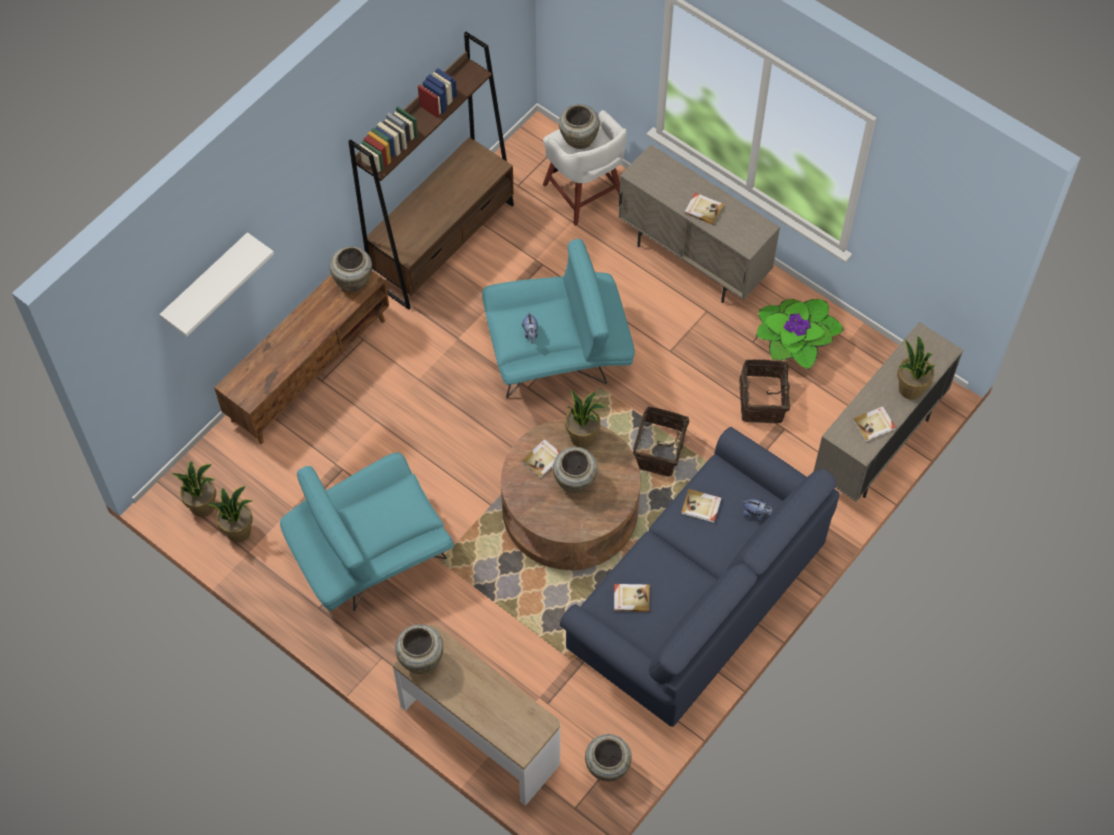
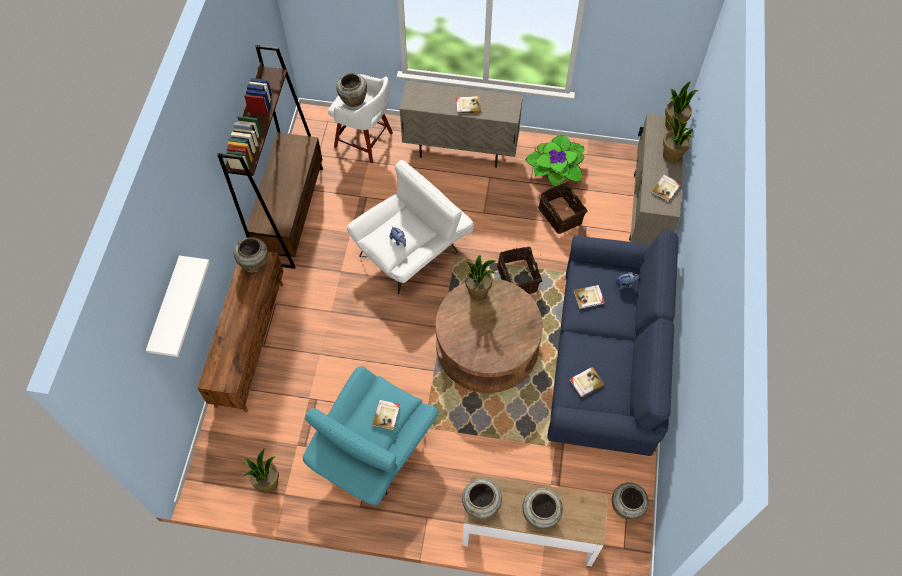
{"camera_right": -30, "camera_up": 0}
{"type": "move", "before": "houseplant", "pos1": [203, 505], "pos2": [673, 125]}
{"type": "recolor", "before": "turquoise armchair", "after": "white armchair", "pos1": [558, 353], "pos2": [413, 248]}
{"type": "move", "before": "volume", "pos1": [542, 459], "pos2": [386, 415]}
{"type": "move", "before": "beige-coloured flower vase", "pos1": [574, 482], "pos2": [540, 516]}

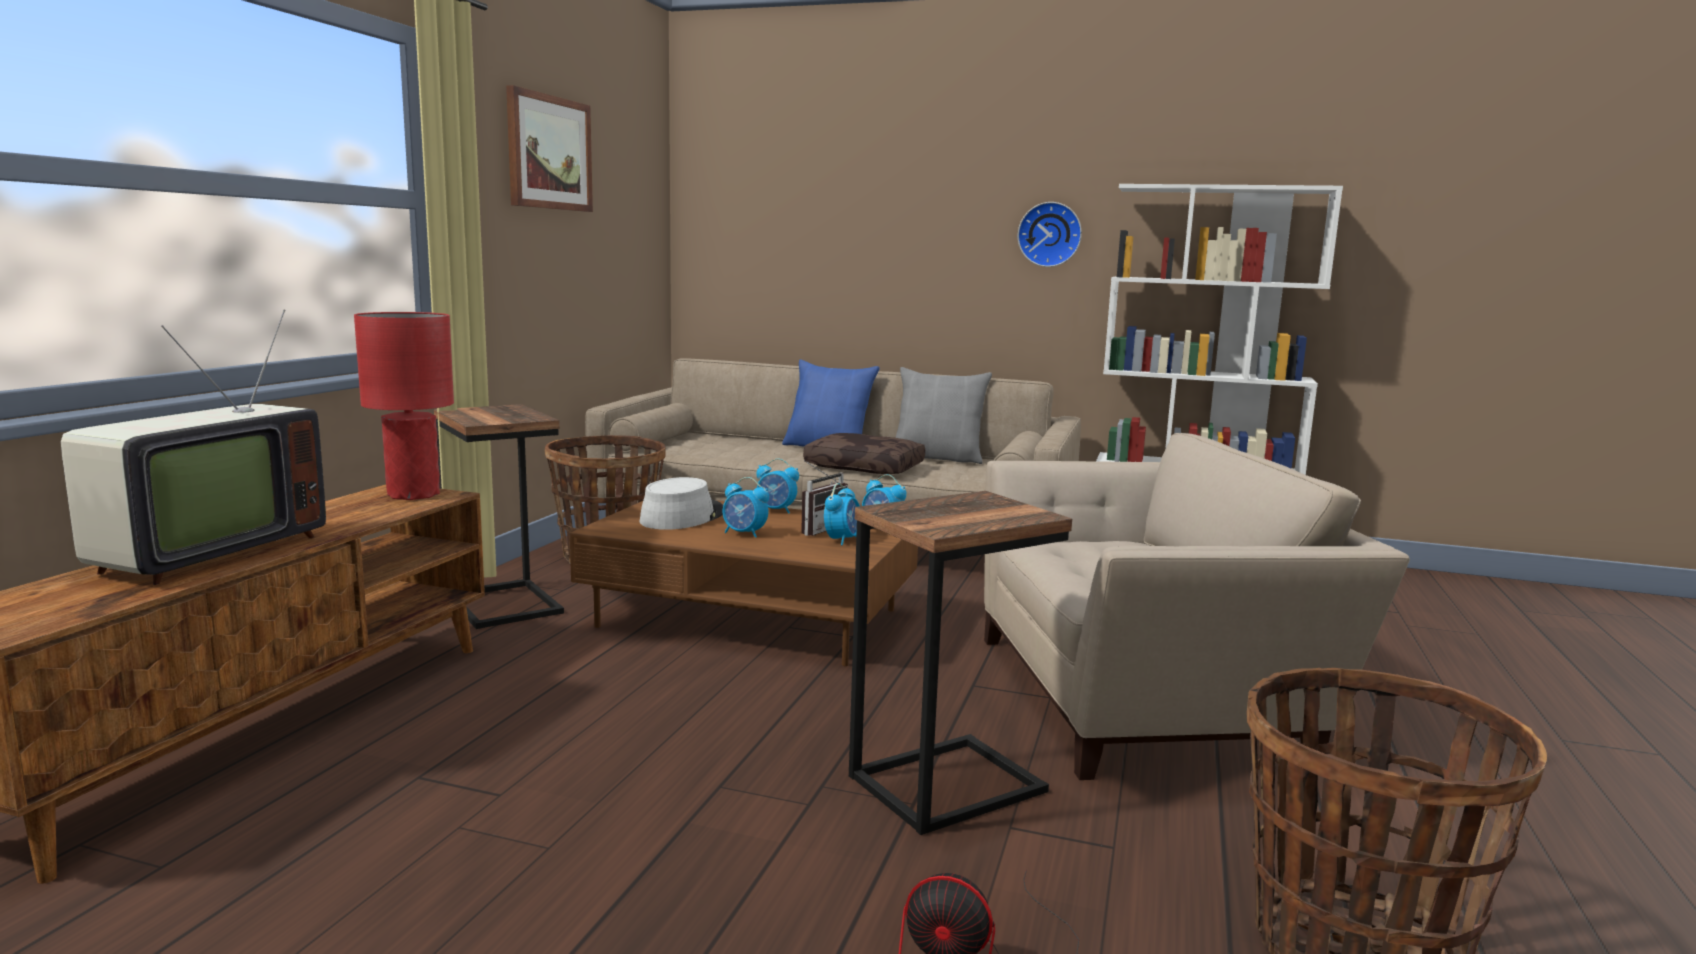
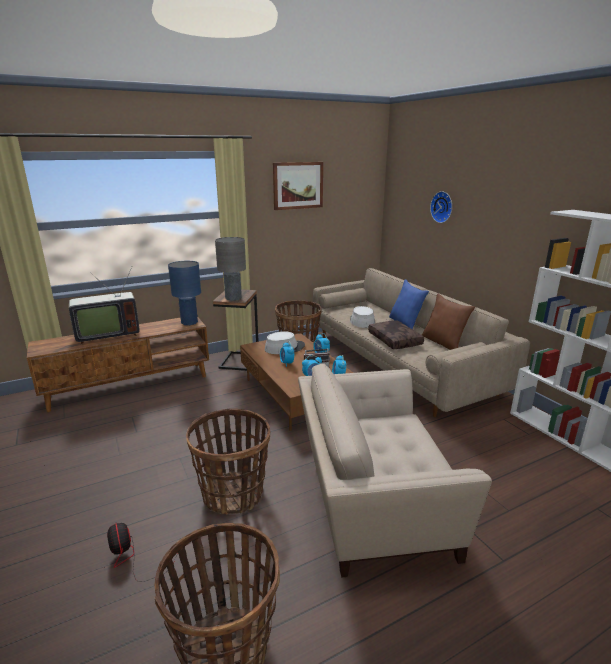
{"camera_right": 45, "camera_up": 10}
{"type": "recolor", "before": "red lamp for a table", "after": "blue-coloured lamp for a table", "pos1": [413, 495], "pos2": [189, 322]}
{"type": "replace", "before": "accent table", "after": "basket", "pos1": [944, 783], "pos2": [233, 494]}
{"type": "recolor", "before": "grey pillow", "after": "brownish pillow", "pos1": [938, 458], "pos2": [443, 342]}
{"type": "rotate", "before": "beige-coloured armchair", "pos1": [1144, 697], "pos2": [371, 503], "turn": 135}
{"type": "move", "before": "hanging clock", "pos1": [1050, 234], "pos2": [443, 207]}
{"type": "insert", "after": "grey lamp for a table", "pos2": [233, 298]}
{"type": "insert", "after": "grey hat", "pos2": [361, 321]}

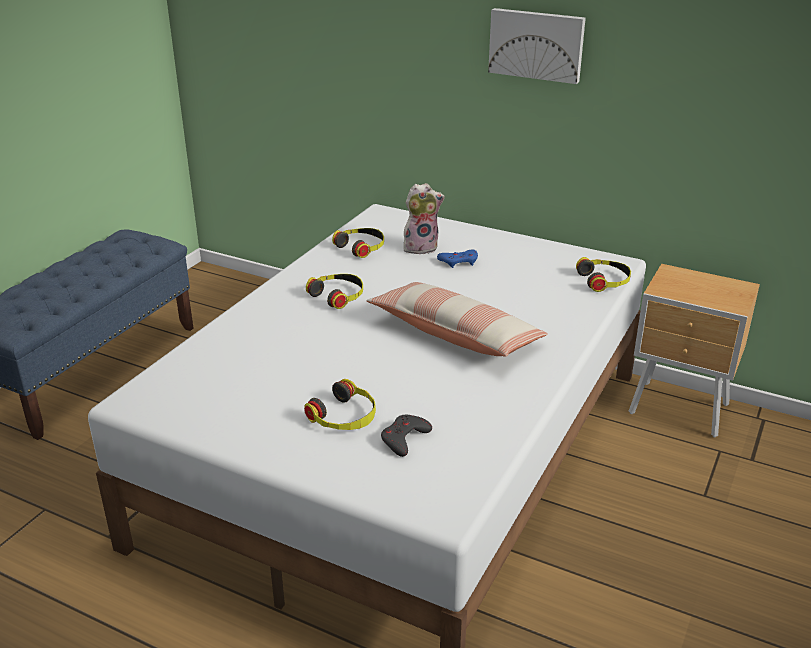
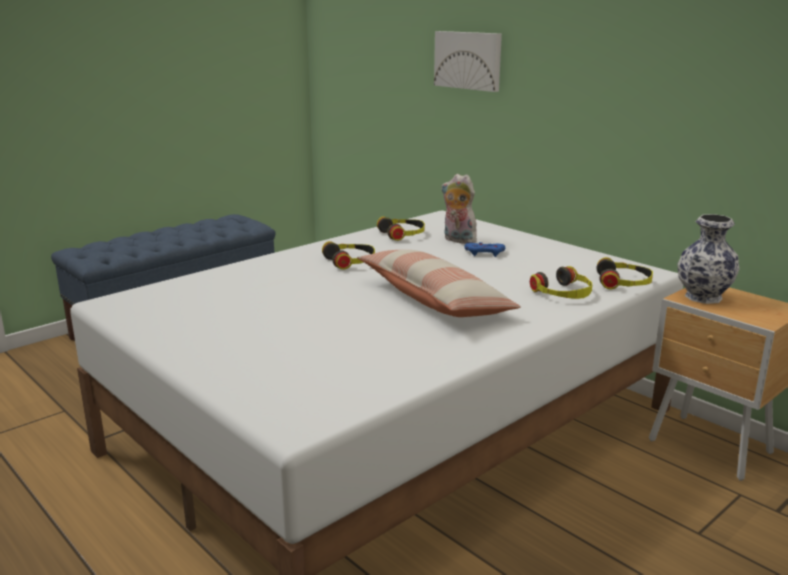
{"camera_right": 20, "camera_up": -10}
{"type": "move", "before": "headset", "pos1": [344, 416], "pos2": [563, 293]}
{"type": "delete", "before": "grey joypad", "pos1": [404, 438]}
{"type": "rotate", "before": "soft toy", "pos1": [421, 247], "pos2": [457, 240], "turn": -150}
{"type": "move", "before": "picture", "pos1": [536, 44], "pos2": [469, 60]}
{"type": "insert", "after": "flower vase", "pos2": [703, 297]}

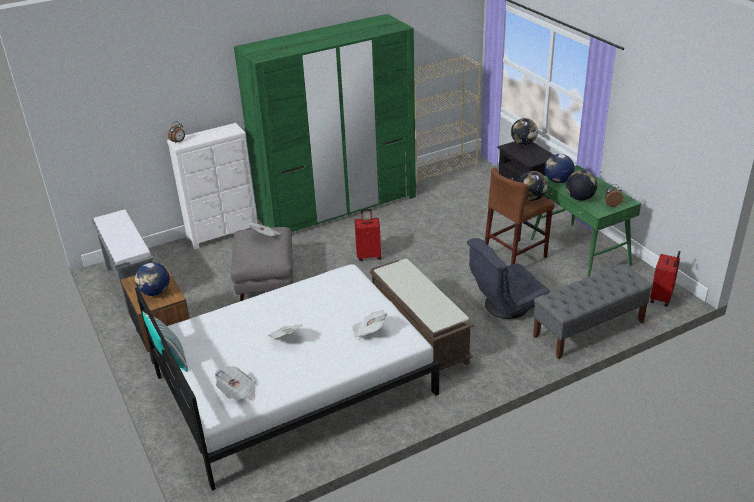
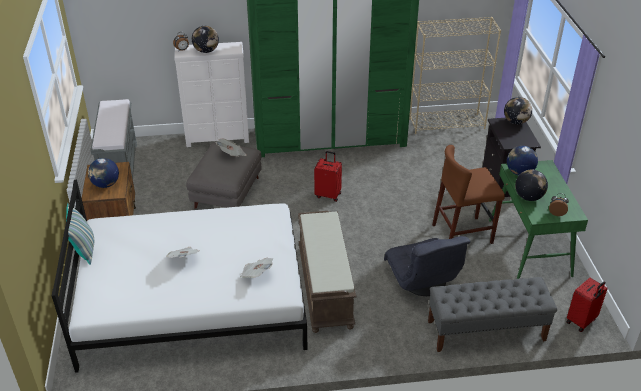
{"camera_right": 20, "camera_up": 5}
{"type": "delete", "before": "newspaper", "pos1": [238, 392]}
{"type": "rotate", "before": "grey armchair", "pos1": [506, 305], "pos2": [422, 281], "turn": -105}
{"type": "move", "before": "world globe", "pos1": [531, 198], "pos2": [206, 51]}

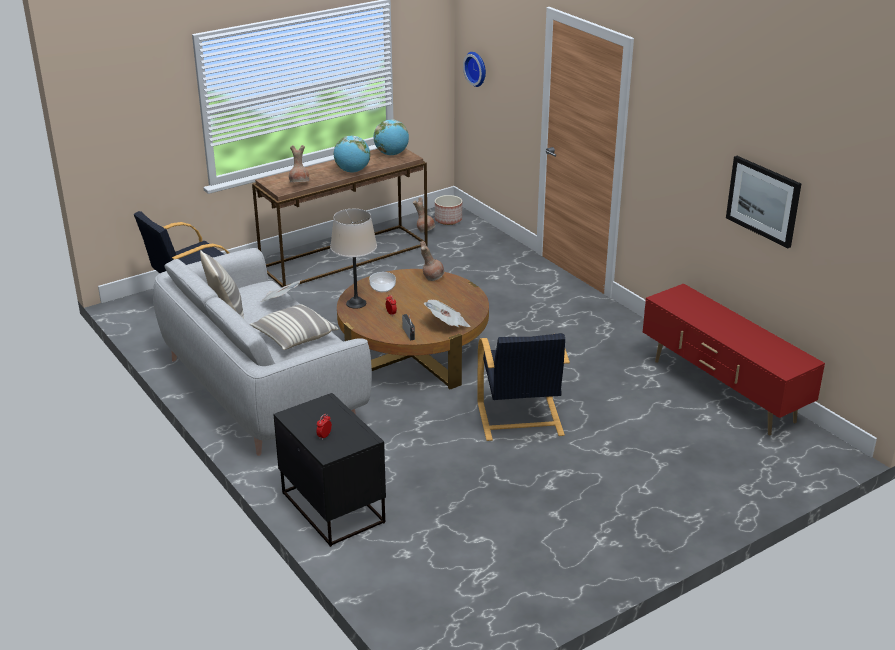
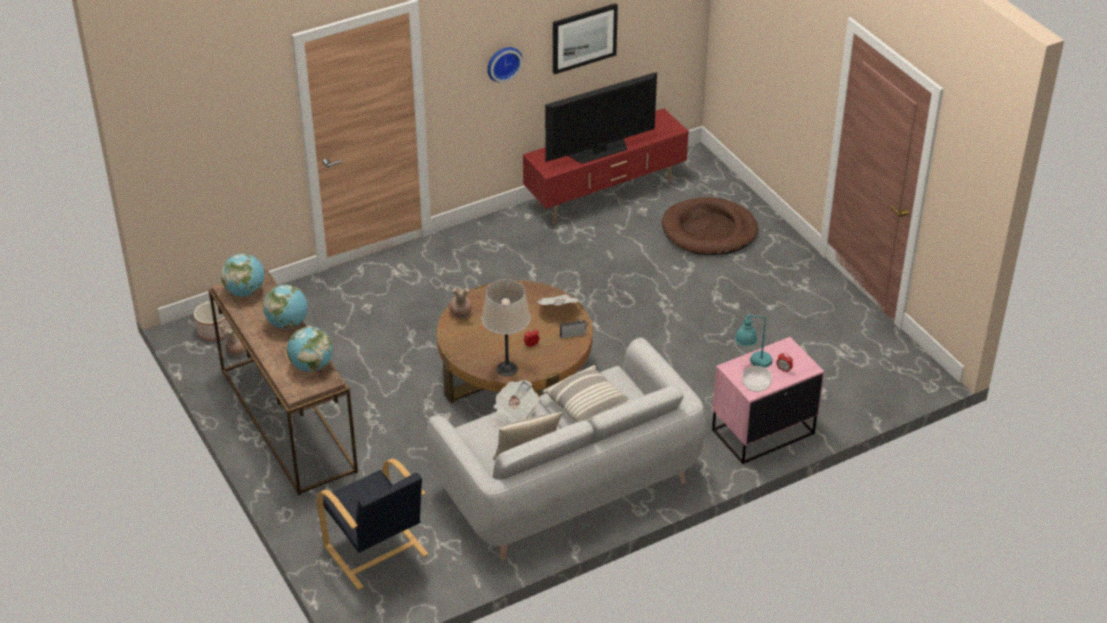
{"camera_right": -85, "camera_up": 10}
{"type": "recolor", "before": "blackish night table", "after": "pink night table", "pos1": [333, 507], "pos2": [762, 432]}
{"type": "replace", "before": "brownish flower vase", "after": "world globe", "pos1": [300, 183], "pos2": [311, 366]}
{"type": "move", "before": "serving bowl", "pos1": [382, 287], "pos2": [756, 384]}
{"type": "move", "before": "hanging clock", "pos1": [477, 68], "pos2": [503, 63]}
{"type": "delete", "before": "blackish armchair", "pos1": [519, 420]}
{"type": "insert", "after": "TV", "pos2": [599, 151]}
{"type": "insert", "after": "brownish dog bed", "pos2": [709, 231]}
{"type": "insert", "after": "turquoise lamp for a table", "pos2": [752, 363]}

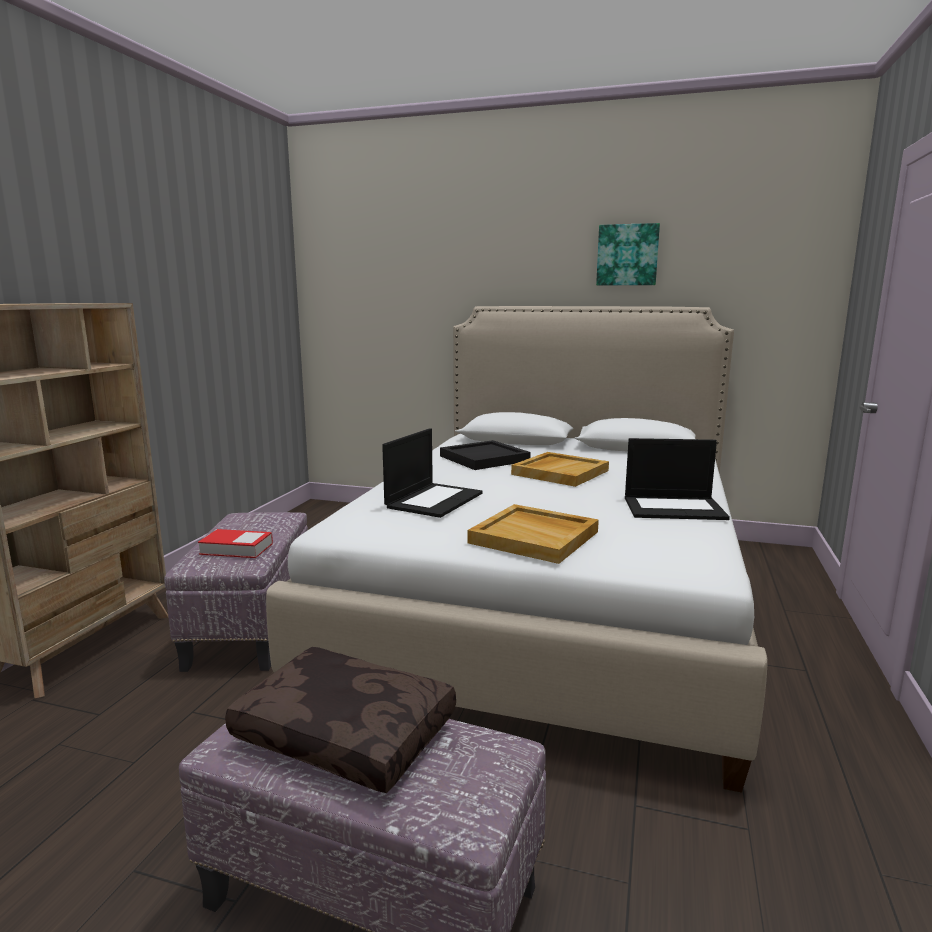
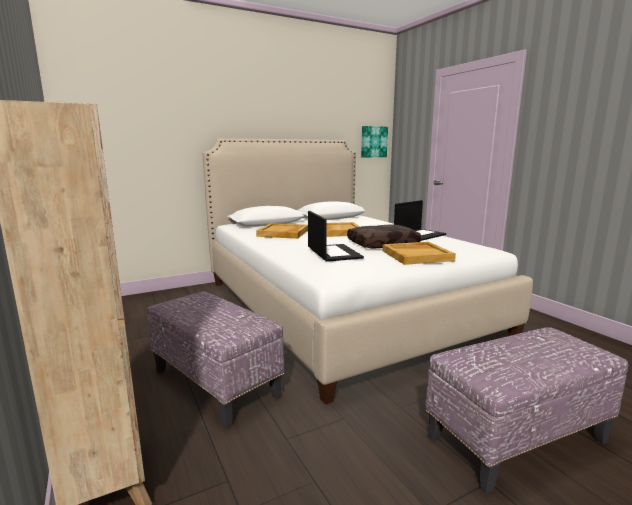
{"camera_right": -45, "camera_up": 0}
{"type": "delete", "before": "volume", "pos1": [236, 549]}
{"type": "move", "before": "brownish pillow", "pos1": [348, 732], "pos2": [382, 244]}
{"type": "recolor", "before": "blackish tray", "after": "beige-coloured tray", "pos1": [484, 459], "pos2": [283, 233]}
{"type": "move", "before": "picture", "pos1": [627, 255], "pos2": [373, 142]}

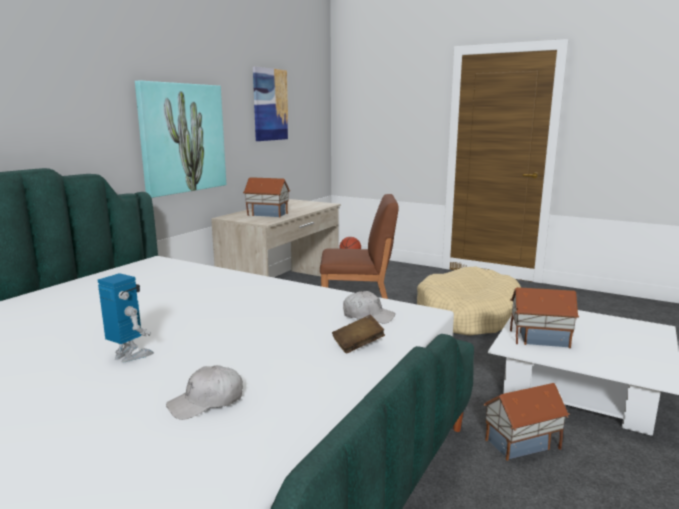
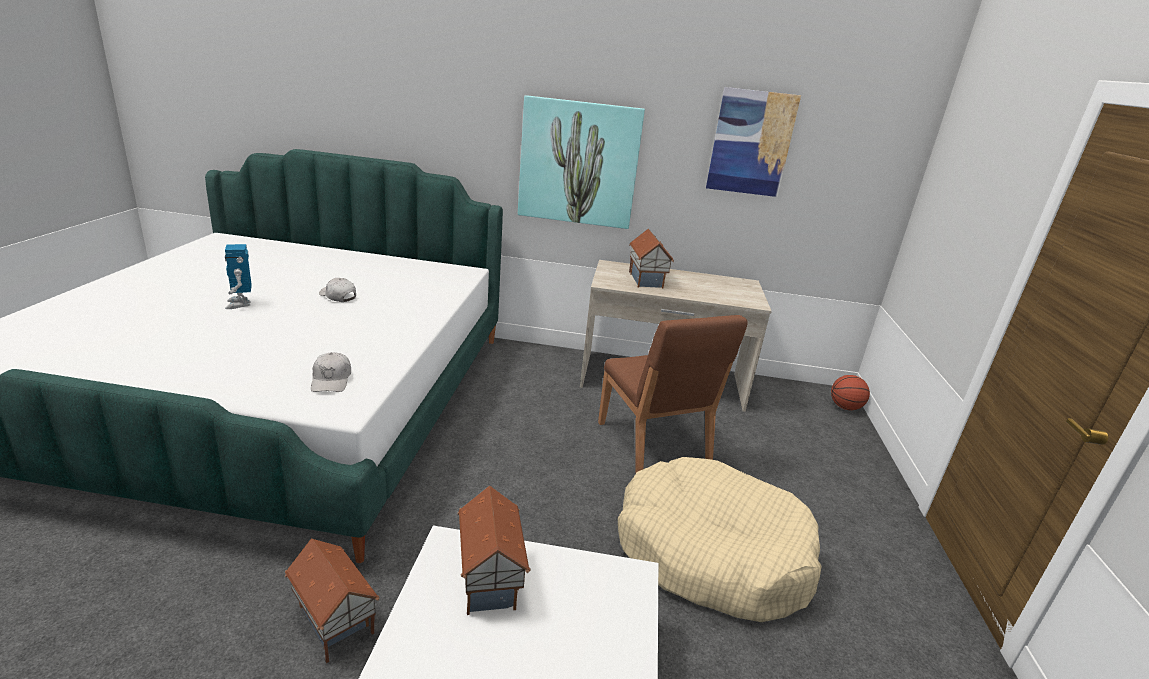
{"camera_right": 65, "camera_up": 10}
{"type": "rotate", "before": "robot figure", "pos1": [129, 356], "pos2": [240, 304], "turn": 150}
{"type": "move", "before": "white cap", "pos1": [207, 402], "pos2": [338, 296]}
{"type": "delete", "before": "brownish volume", "pos1": [358, 345]}

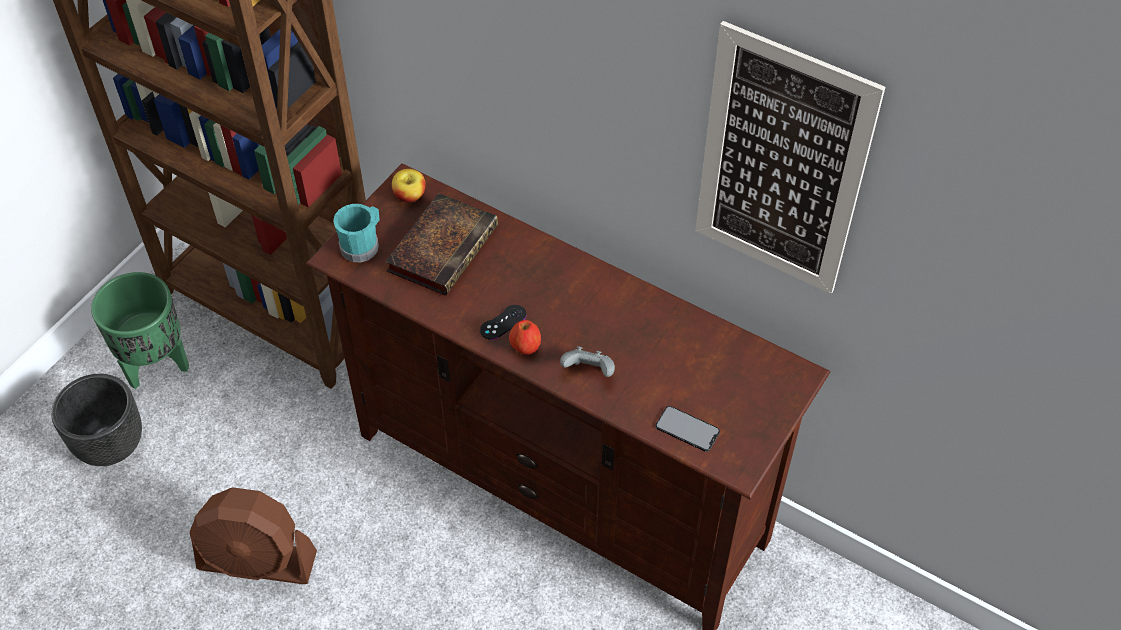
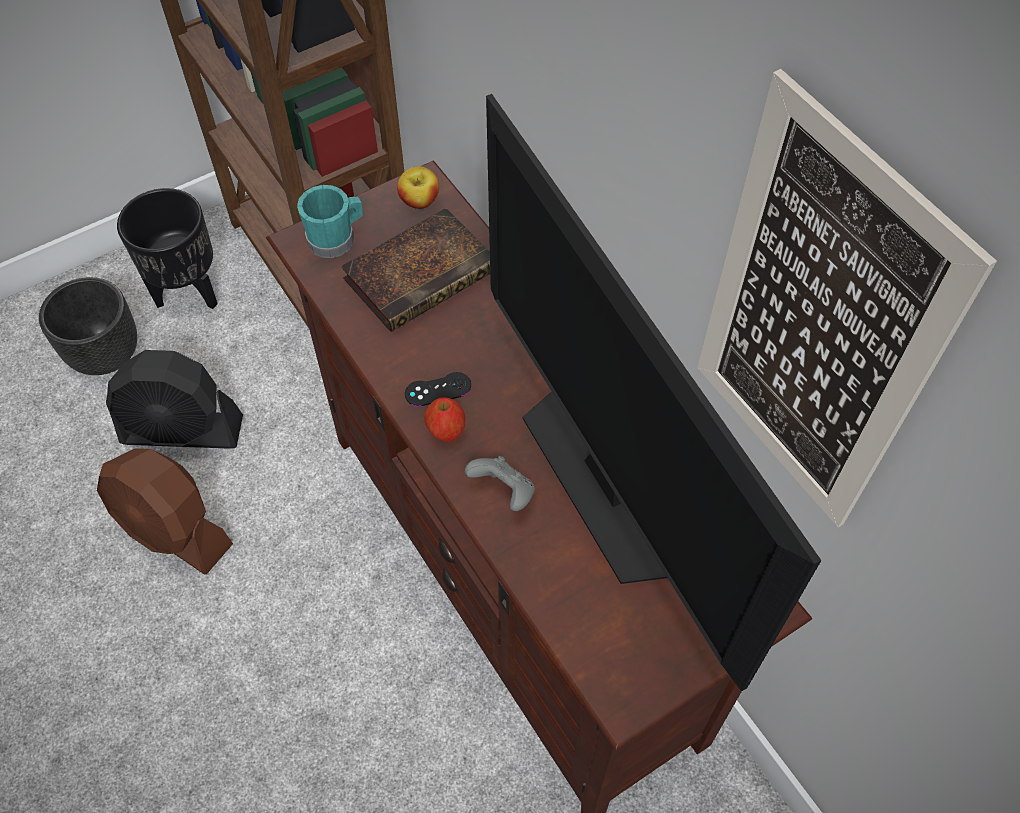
{"camera_right": 25, "camera_up": 5}
{"type": "recolor", "before": "green flower pot", "after": "blackish flower pot", "pos1": [157, 366], "pos2": [189, 293]}
{"type": "delete", "before": "phone", "pos1": [687, 429]}
{"type": "insert", "after": "blackish cooling fan", "pos2": [183, 430]}
{"type": "insert", "after": "TV", "pos2": [609, 480]}

